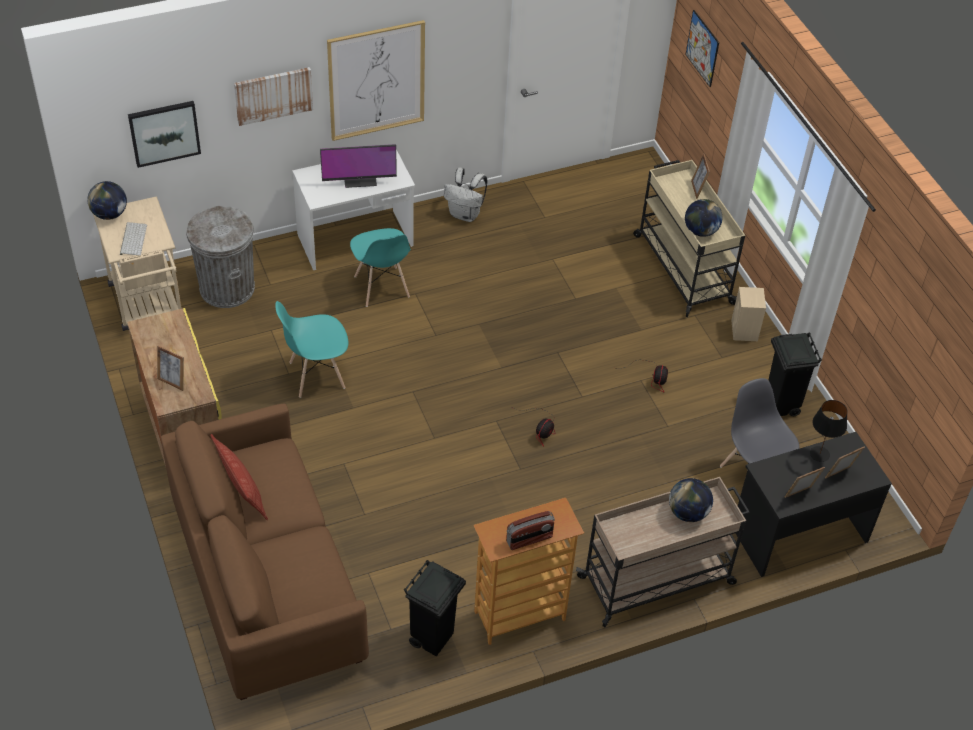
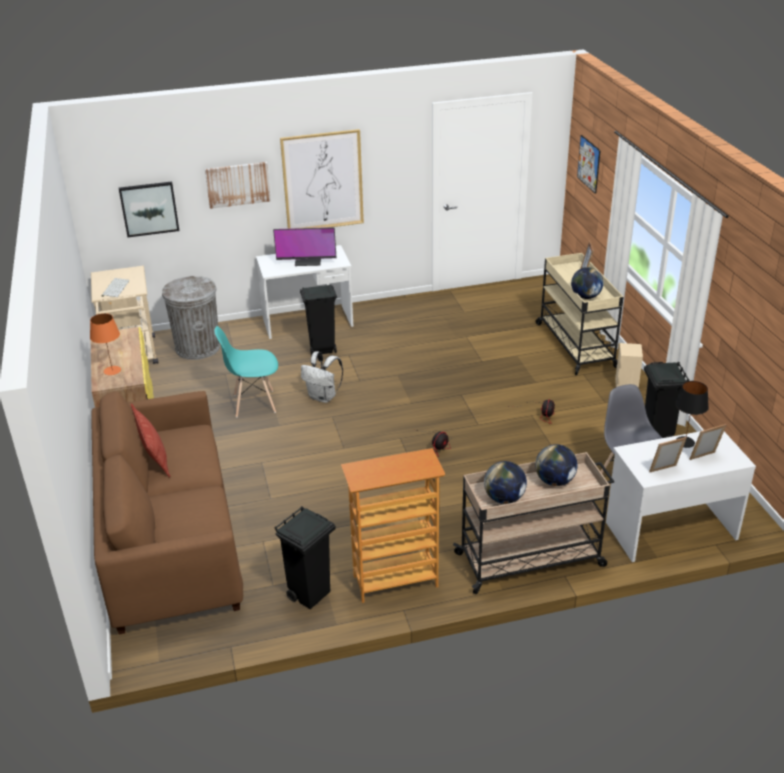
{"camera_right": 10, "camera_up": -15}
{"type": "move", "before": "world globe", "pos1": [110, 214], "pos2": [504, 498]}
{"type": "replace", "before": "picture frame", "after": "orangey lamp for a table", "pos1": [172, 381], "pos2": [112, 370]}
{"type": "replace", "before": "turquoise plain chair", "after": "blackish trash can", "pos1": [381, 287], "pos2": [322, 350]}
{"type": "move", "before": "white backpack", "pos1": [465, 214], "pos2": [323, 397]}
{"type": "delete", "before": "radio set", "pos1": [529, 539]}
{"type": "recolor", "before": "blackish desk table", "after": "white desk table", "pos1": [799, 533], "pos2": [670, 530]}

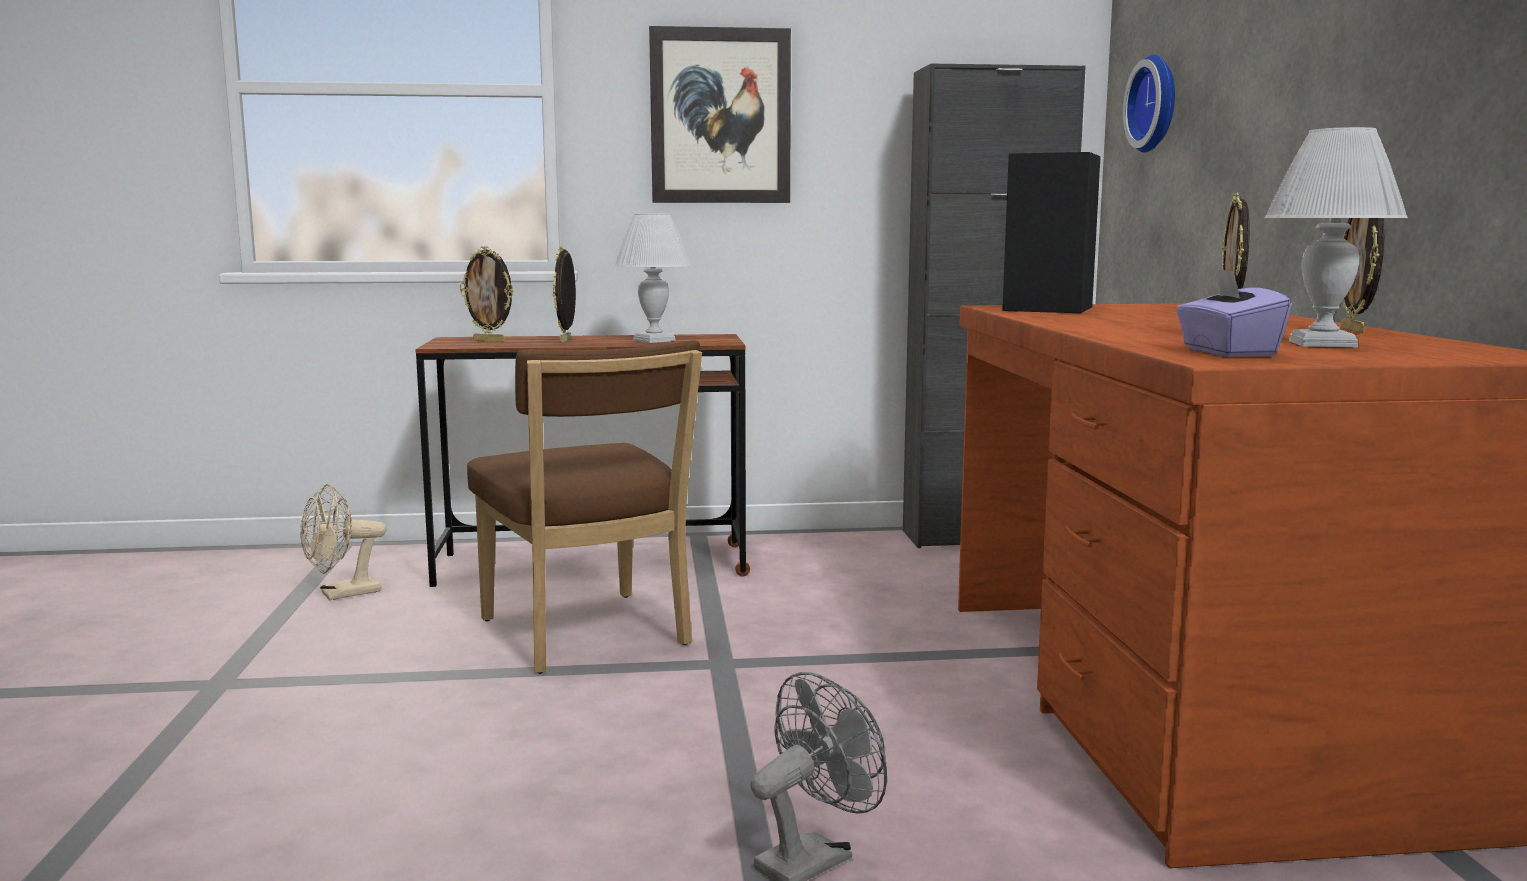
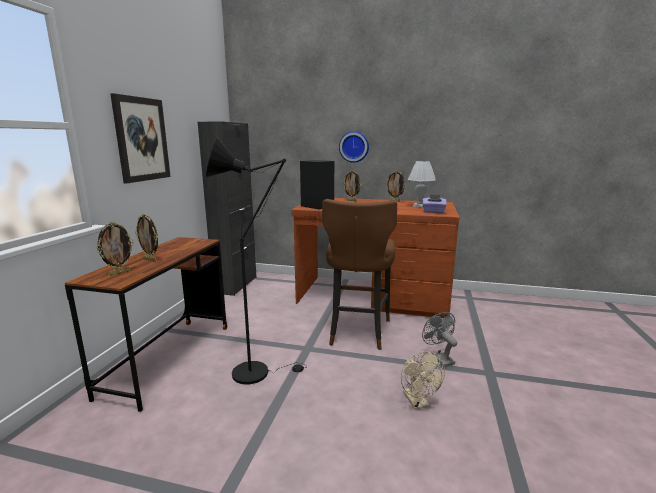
{"camera_right": -70, "camera_up": 5}
{"type": "move", "before": "beige-coloured cooling fan", "pos1": [342, 594], "pos2": [418, 403]}
{"type": "replace", "before": "brownish plain chair", "after": "blackish floor lamp", "pos1": [588, 636], "pos2": [257, 371]}
{"type": "delete", "before": "white lamp for a table", "pos1": [654, 340]}
{"type": "move", "before": "hanging clock", "pos1": [1157, 104], "pos2": [354, 146]}
{"type": "insert", "after": "brownish stool seat", "pos2": [357, 332]}

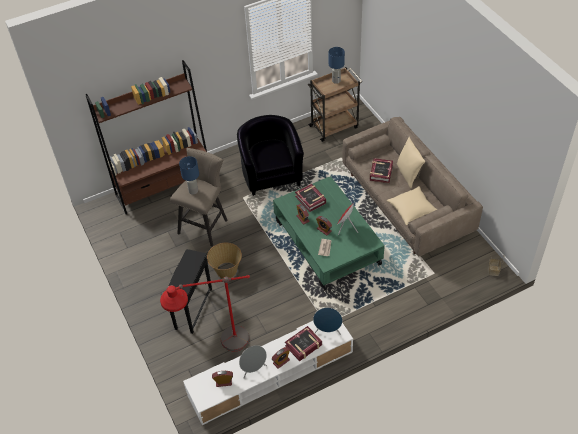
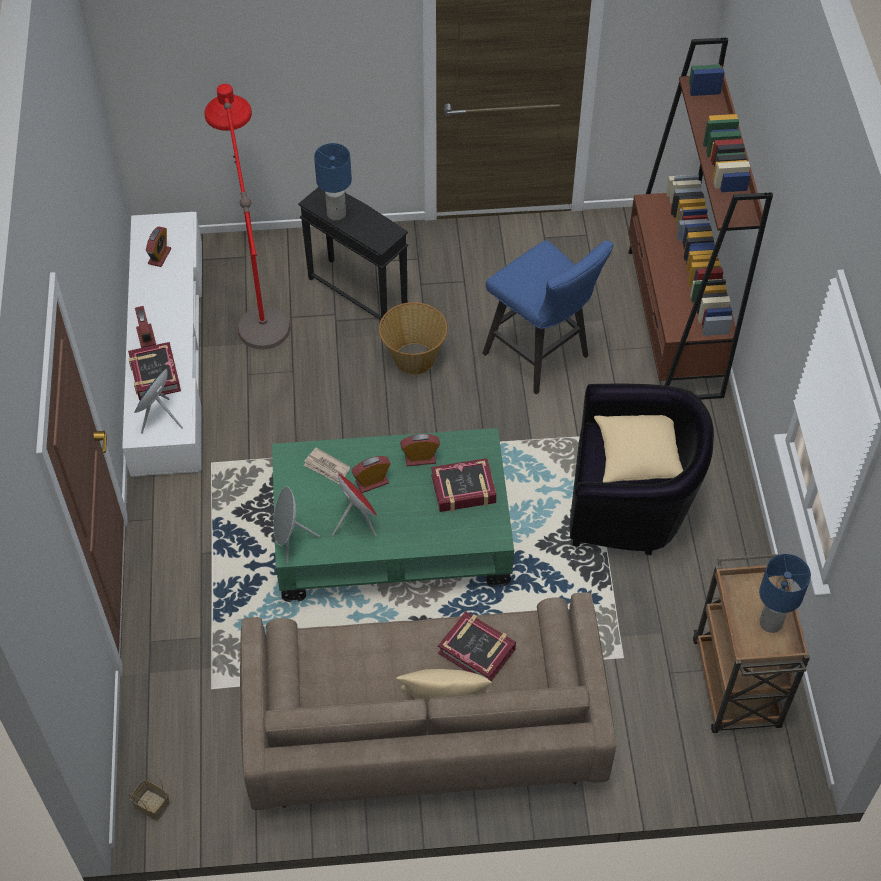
{"camera_right": 110, "camera_up": 5}
{"type": "recolor", "before": "beige-coloured stool seat", "after": "blue-coloured stool seat", "pos1": [205, 225], "pos2": [541, 358]}
{"type": "move", "before": "blue-coloured lamp for a table", "pos1": [193, 191], "pos2": [336, 213]}
{"type": "move", "before": "grey audio speaker", "pos1": [254, 370], "pos2": [290, 541]}
{"type": "move", "before": "beige-coloured pillow", "pos1": [412, 210], "pos2": [638, 456]}

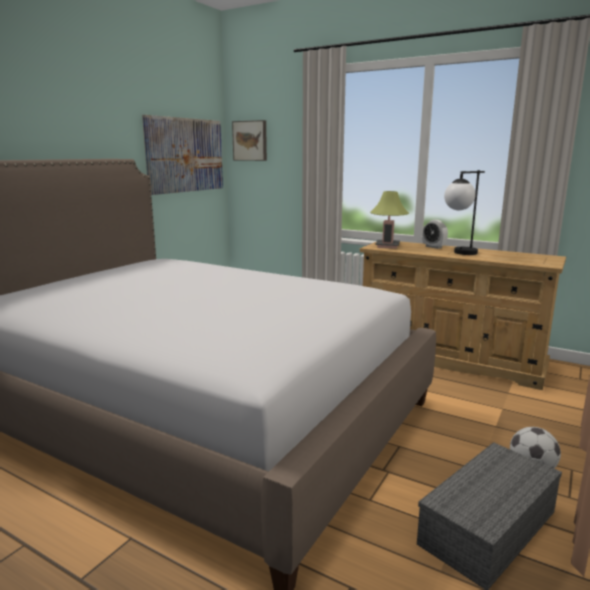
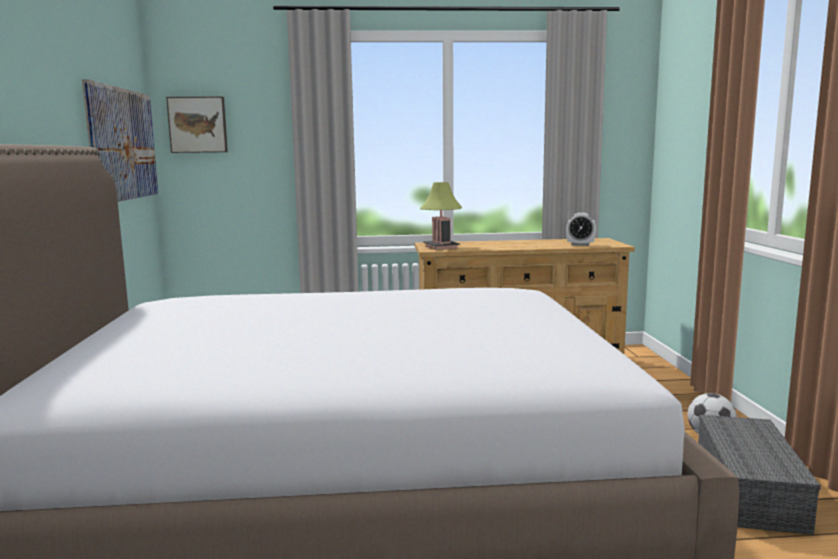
{"camera_right": -35, "camera_up": -5}
{"type": "move", "before": "table clock", "pos1": [433, 247], "pos2": [580, 245]}
{"type": "delete", "before": "lamp for a table", "pos1": [459, 253]}

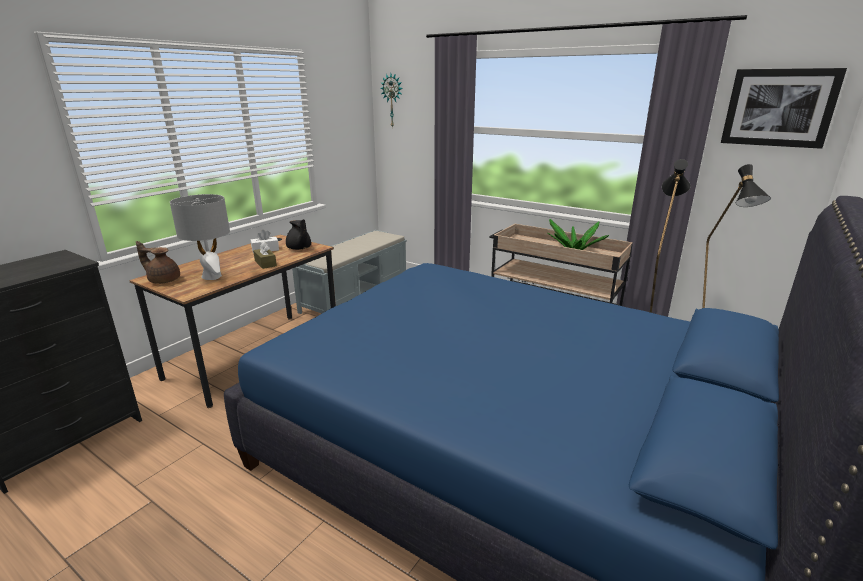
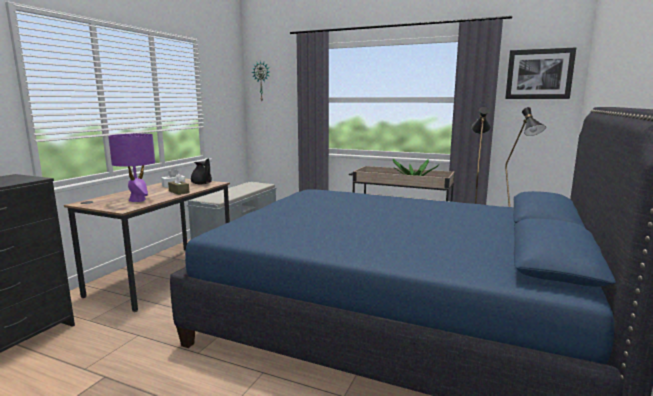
{"camera_right": -10, "camera_up": -10}
{"type": "delete", "before": "brownish teapot", "pos1": [163, 280]}
{"type": "recolor", "before": "grey lamp for a table", "after": "purple-coloured lamp for a table", "pos1": [212, 276], "pos2": [137, 200]}

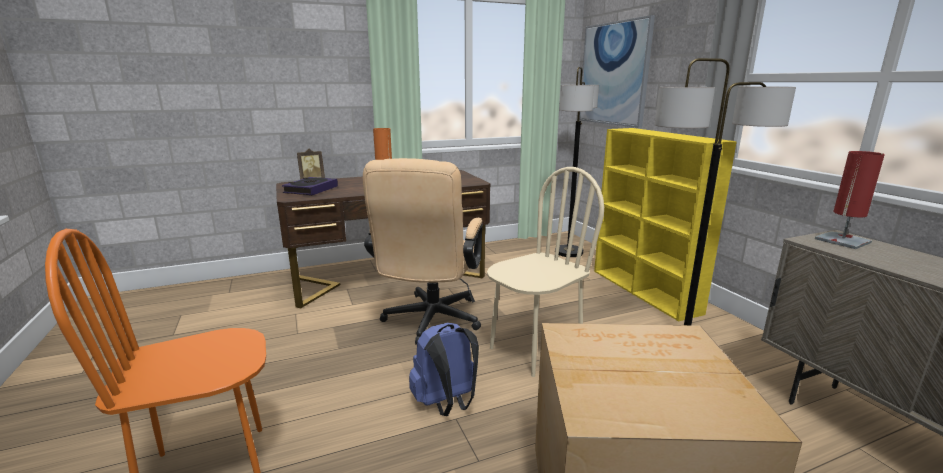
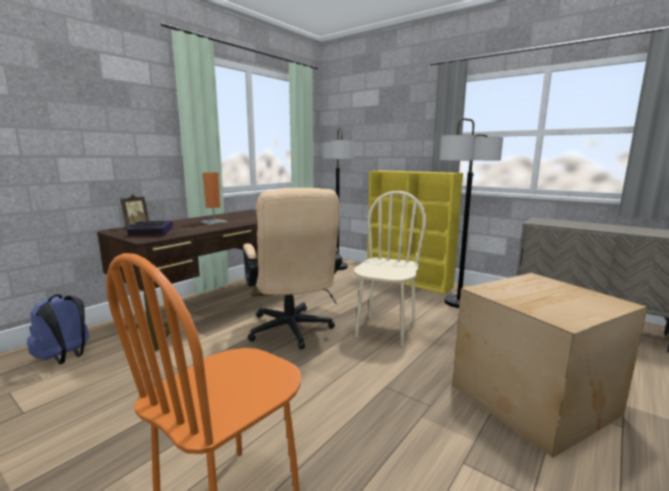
{"camera_right": -30, "camera_up": -5}
{"type": "move", "before": "blue-coloured backpack", "pos1": [446, 404], "pos2": [65, 358]}
{"type": "delete", "before": "picture", "pos1": [614, 74]}
{"type": "delete", "before": "red lamp for a table", "pos1": [842, 241]}

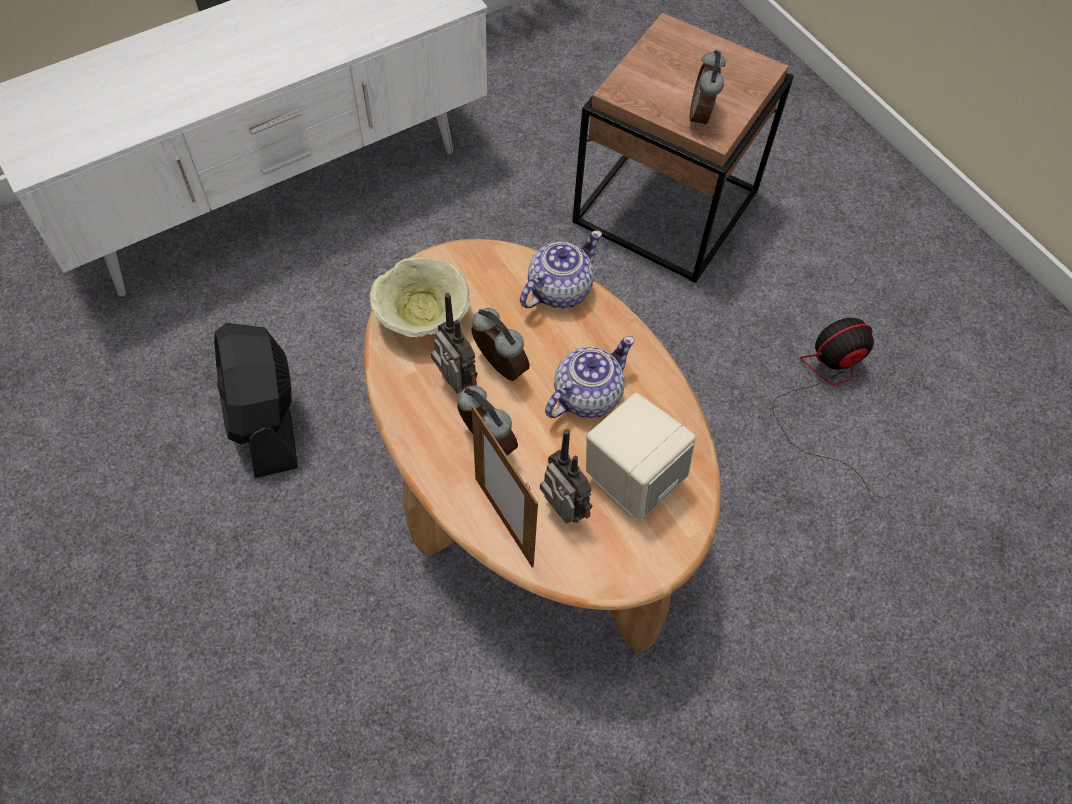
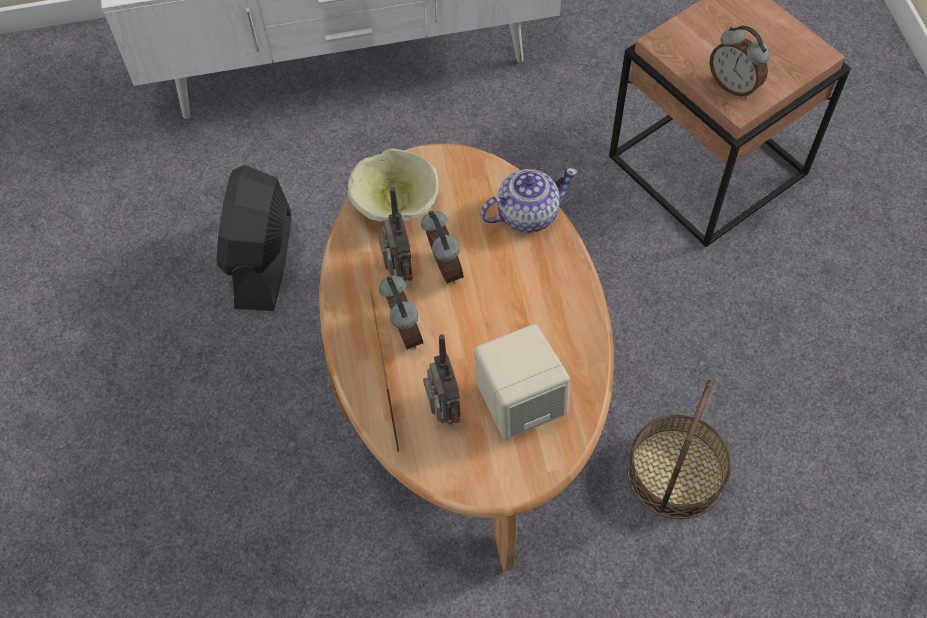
{"camera_right": 25, "camera_up": 0}
{"type": "delete", "before": "teapot", "pos1": [586, 396]}
{"type": "rotate", "before": "table clock", "pos1": [701, 116], "pos2": [733, 85], "turn": -75}
{"type": "delete", "before": "cooling fan", "pos1": [824, 390]}
{"type": "insert", "after": "basket", "pos2": [676, 473]}

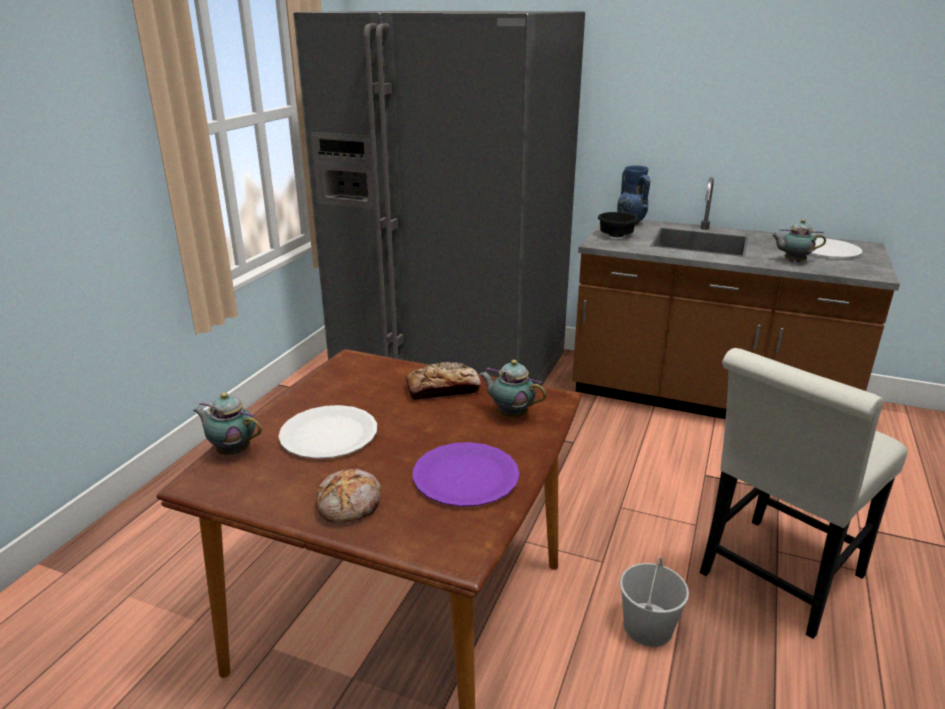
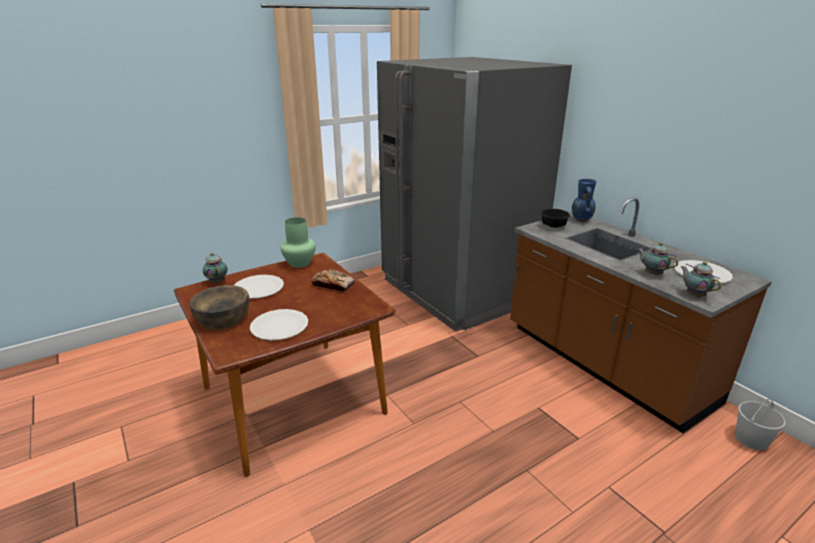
{"camera_right": 35, "camera_up": 0}
{"type": "replace", "before": "bakery bread", "after": "brownish serving bowl", "pos1": [350, 504], "pos2": [223, 319]}
{"type": "recolor", "before": "purple-coloured flat dish", "after": "white flat dish", "pos1": [465, 476], "pos2": [279, 326]}
{"type": "move", "before": "teapot", "pos1": [510, 414], "pos2": [694, 295]}
{"type": "move", "before": "white water bucket", "pos1": [648, 627], "pos2": [751, 439]}
{"type": "delete", "before": "white plain chair", "pos1": [775, 580]}
{"type": "insert", "after": "green flower vase", "pos2": [299, 263]}

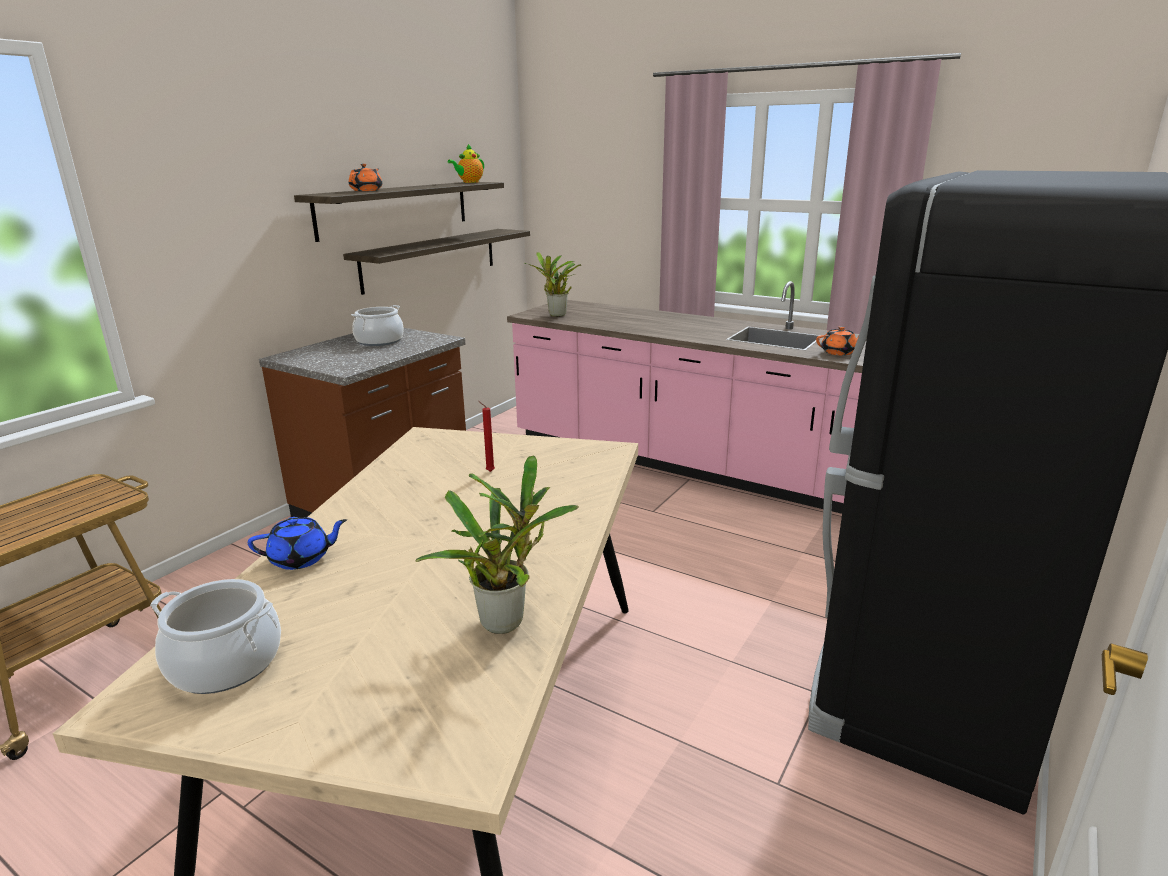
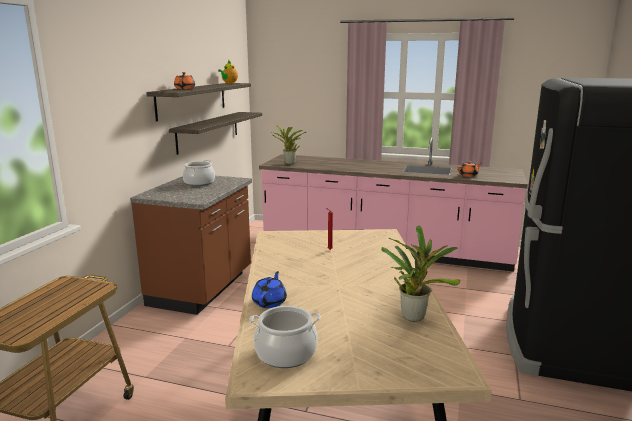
{"camera_right": -15, "camera_up": -5}
{"type": "rotate", "before": "blue-coloured teapot", "pos1": [301, 559], "pos2": [270, 302], "turn": -45}

